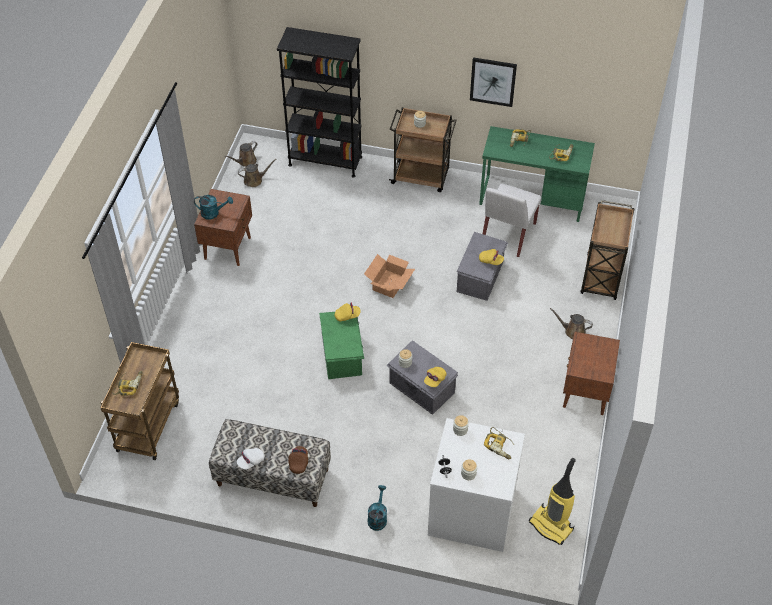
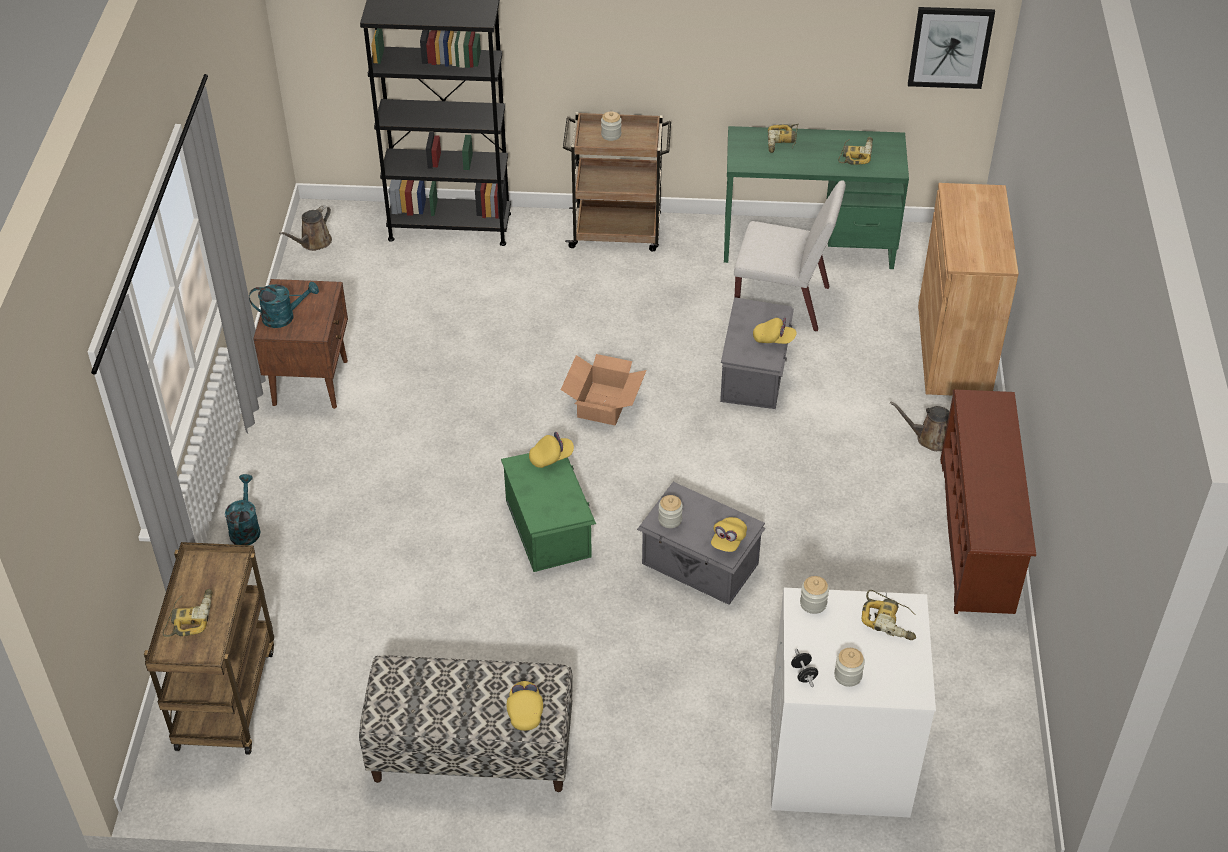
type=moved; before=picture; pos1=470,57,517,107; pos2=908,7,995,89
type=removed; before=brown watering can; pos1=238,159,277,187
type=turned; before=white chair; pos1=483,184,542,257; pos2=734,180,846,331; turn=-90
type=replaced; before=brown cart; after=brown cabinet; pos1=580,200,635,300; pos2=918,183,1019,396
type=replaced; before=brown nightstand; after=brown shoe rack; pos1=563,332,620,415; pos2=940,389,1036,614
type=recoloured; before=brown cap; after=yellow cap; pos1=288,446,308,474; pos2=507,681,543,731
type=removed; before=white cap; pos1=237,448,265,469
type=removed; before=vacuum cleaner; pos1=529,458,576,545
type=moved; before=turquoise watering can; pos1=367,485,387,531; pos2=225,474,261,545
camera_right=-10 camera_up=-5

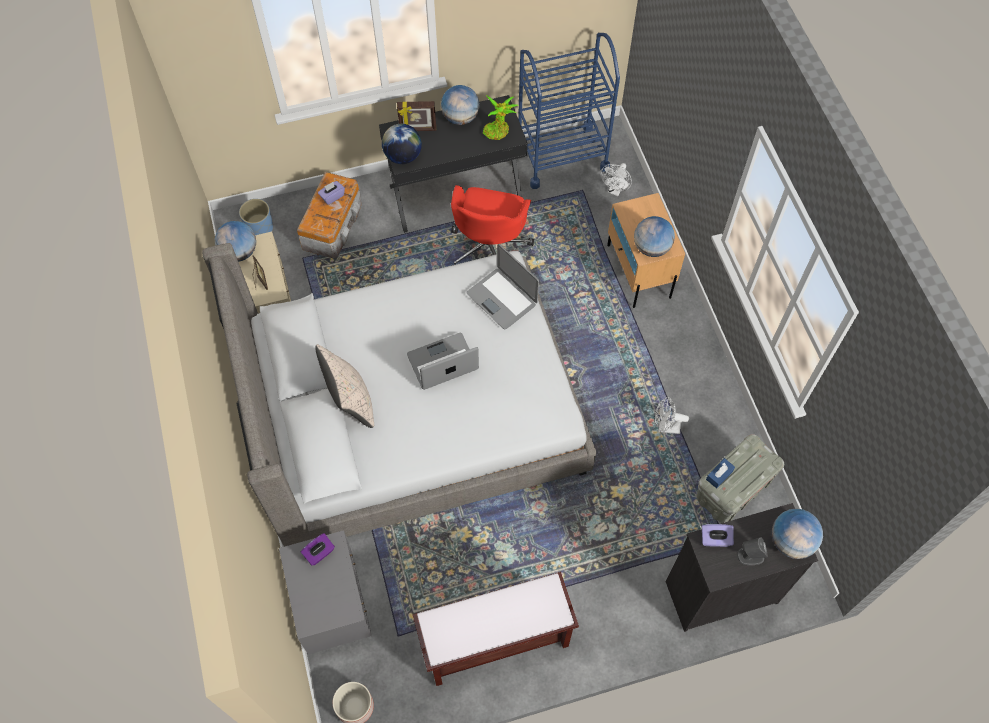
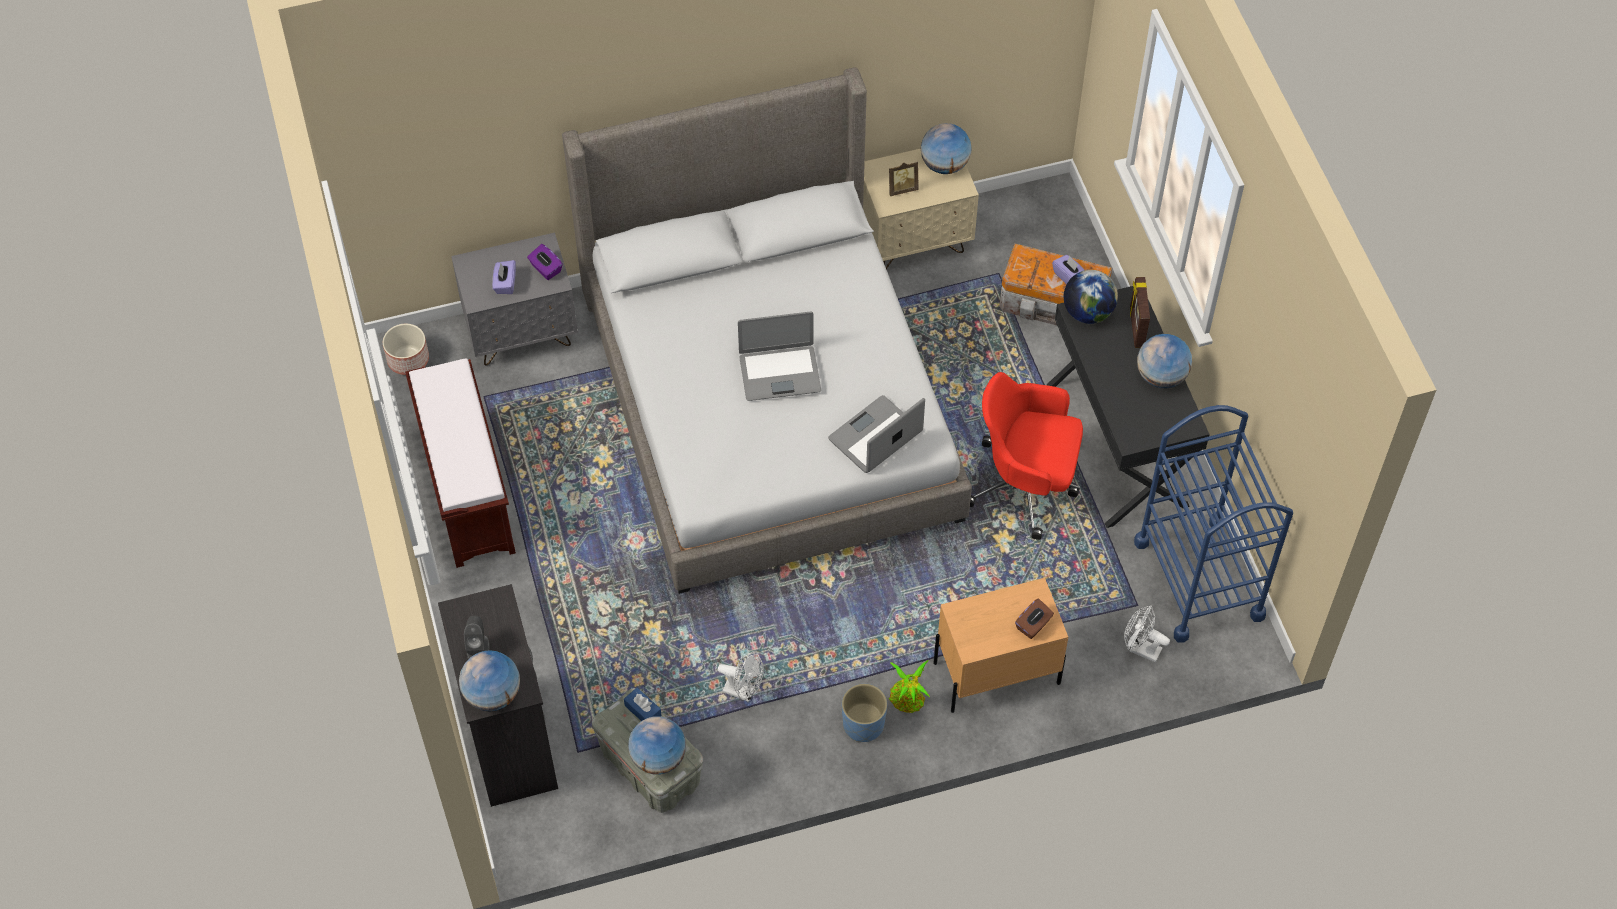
type=moved; before=potted plant; pos1=483,95,518,140; pos2=889,660,930,713
type=moved; before=blue planter; pos1=239,199,273,235; pos2=842,684,887,742
type=moved; before=globe; pos1=634,216,675,257; pos2=628,716,686,775
type=turned; before=laptop; pos1=407,333,479,390; pos2=738,312,821,401; turn=105
type=removed; before=beige pillow; pos1=315,344,374,428
type=turned; before=white fan; pos1=655,397,689,434; pos2=718,651,764,702; turn=105
type=moved; before=purple tissue box; pos1=702,524,734,547; pos2=492,260,516,294
type=added; after=brown tissue box; pos2=1015,598,1054,639
camera_right=90 camera_up=-5

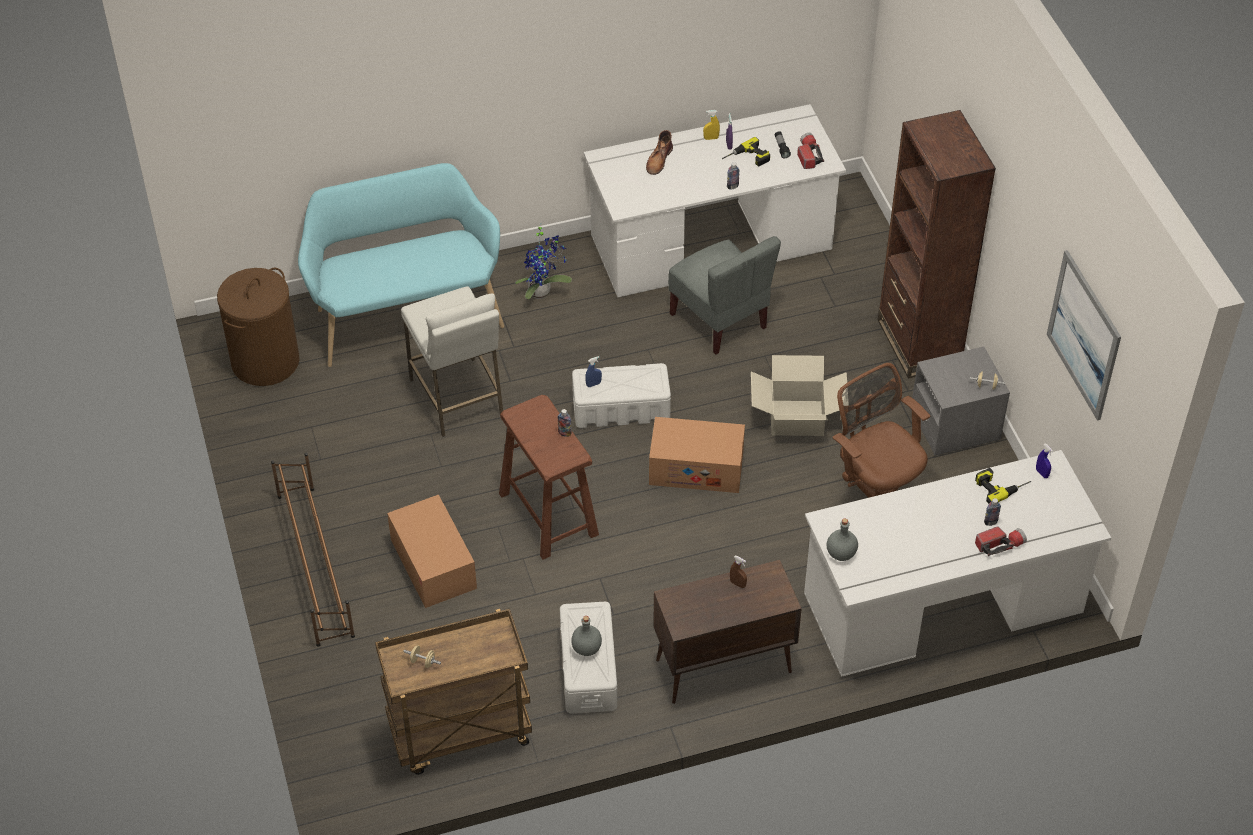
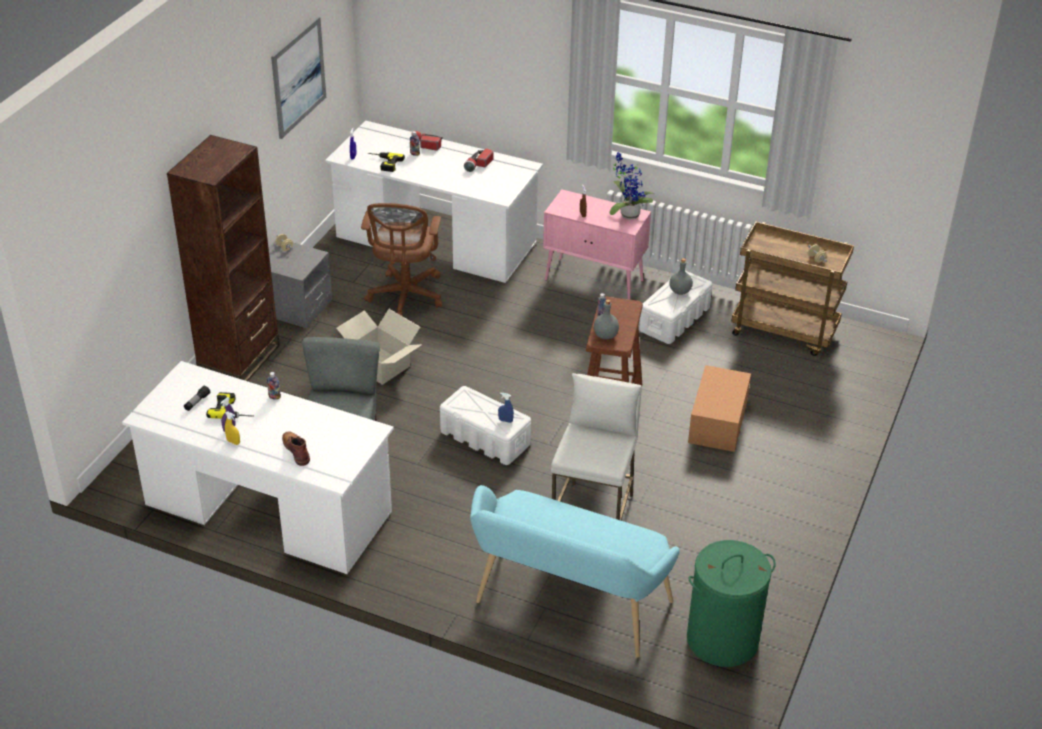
type=turned; before=brown boot; pos1=646,130,673,175; pos2=282,431,310,466; turn=-90
type=moved; before=flashlight; pos1=797,133,824,169; pos2=464,148,494,172
type=moved; before=potted plant; pos1=515,227,572,299; pos2=609,152,654,219
type=recoloured; before=brown laundry basket; after=green laundry basket; pos1=217,268,300,386; pos2=687,540,776,667
type=removed; before=cardboard box; pos1=649,417,745,493
type=removed; before=brown shoe rack; pos1=271,453,355,647
type=moved; before=grey bottle; pos1=827,519,858,561; pos2=594,299,619,339
type=recoloured; before=brown cabinet; after=pink cabinet; pos1=653,560,802,704; pos2=543,189,651,300
camera_right=-140 camera_up=-10

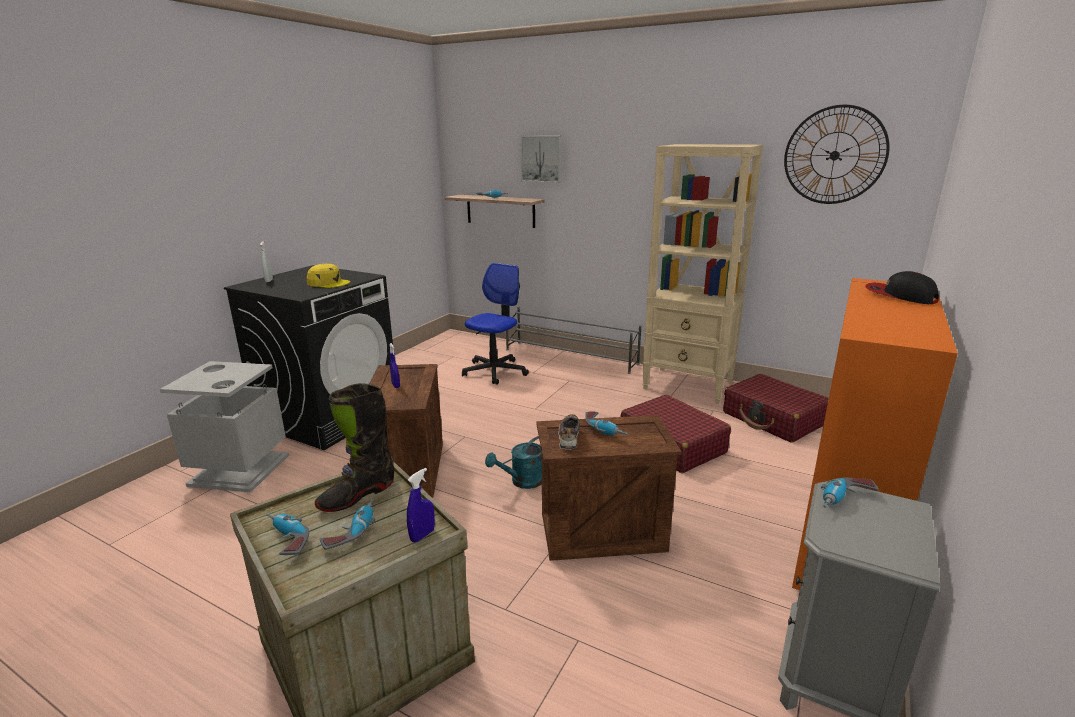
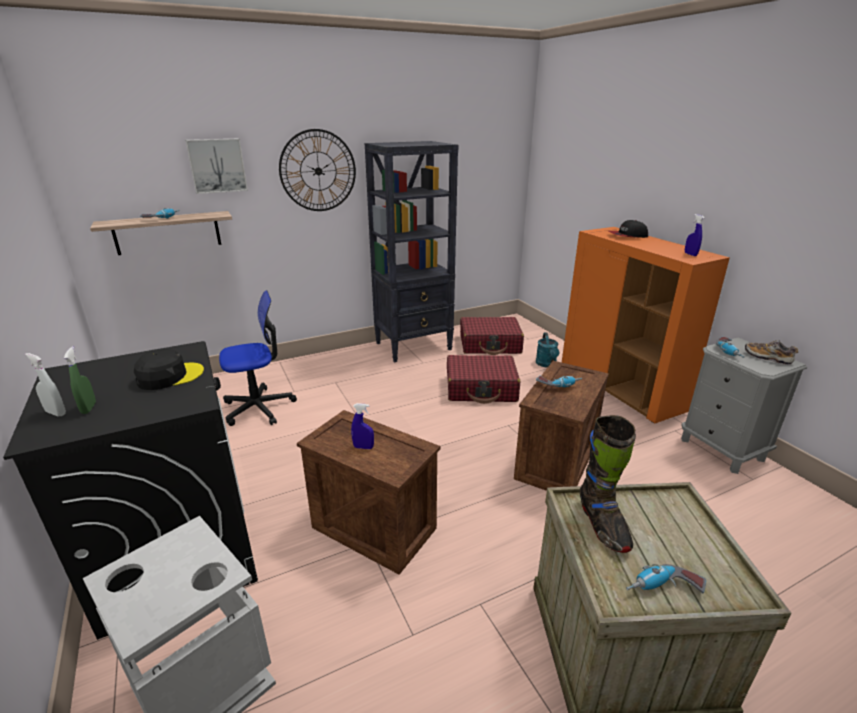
type=moved; before=wall clock; pos1=784,105,890,204; pos2=279,129,356,211
type=recoloured; before=beige bookcase; after=black bookcase; pos1=642,144,763,404; pos2=364,141,458,362
type=turned; before=office chair; pos1=462,263,529,385; pos2=219,290,297,426; turn=90
type=recoloured; before=yellow cap; after=black cap; pos1=307,264,350,288; pos2=134,349,204,390
type=removed; before=grey shoe rack; pos1=506,306,642,374
type=moved; before=shoe; pos1=558,414,580,450; pos2=745,340,798,365
type=moved; before=turquoise watering can; pos1=485,436,542,489; pos2=536,333,560,368
type=moved; before=blue spray bottle; pos1=407,468,435,543; pos2=685,214,704,256
type=removed; before=power drill; pos1=320,499,375,550
type=added; after=green spray bottle; pos2=64,347,96,414
camera_right=-55 camera_up=5

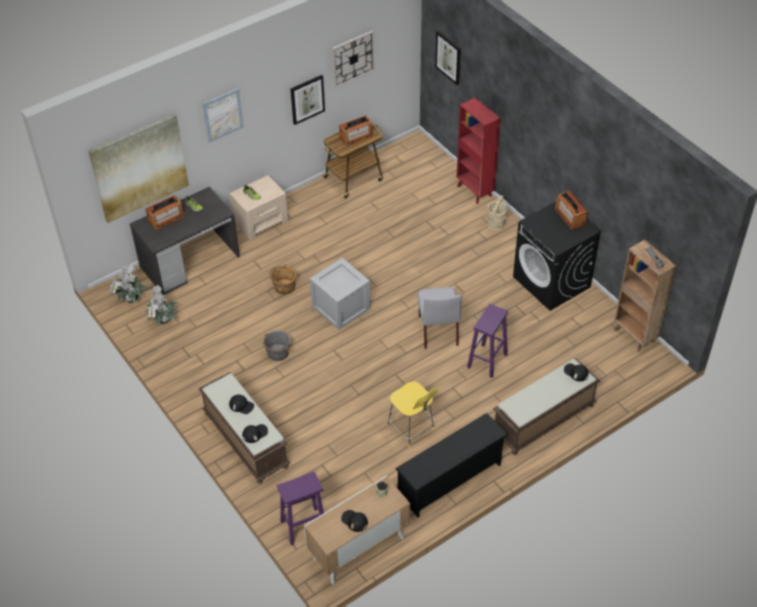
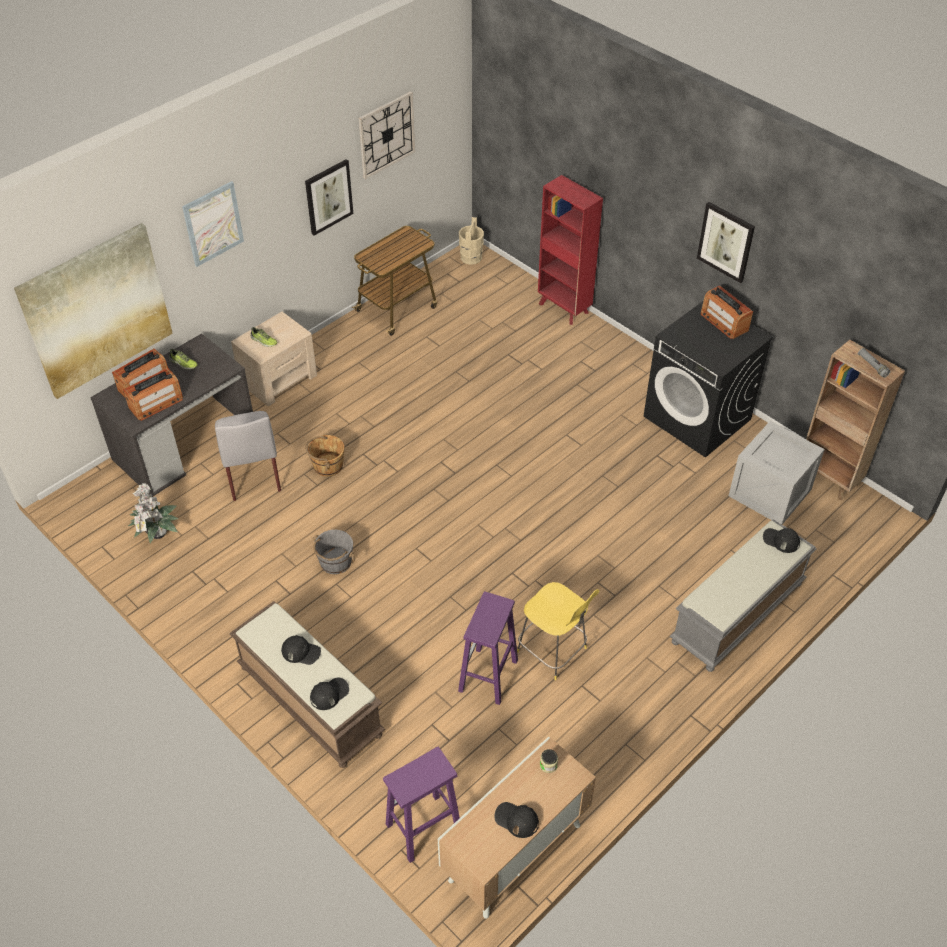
type=moved; before=picture; pos1=435,31,461,85; pos2=697,202,755,283
type=moved; before=radio; pos1=339,115,373,146; pos2=123,368,183,421
type=moved; before=beige bucket; pos1=487,195,508,231; pos2=459,217,484,265
type=moved; before=crate; pos1=310,258,371,330; pos2=729,421,825,525
type=removed; before=potted plant; pos1=110,264,148,303
type=moved; before=grey chair; pos1=417,287,462,349; pos2=215,411,281,501
type=moved; before=purple stool; pos1=467,304,508,378; pos2=458,592,518,705
type=recoloured; before=brown bench; after=grey bench; pos1=493,358,601,455; pos2=670,519,817,672
type=removed; before=black shoe rack; pos1=395,413,508,517
camera_right=-10 camera_up=0

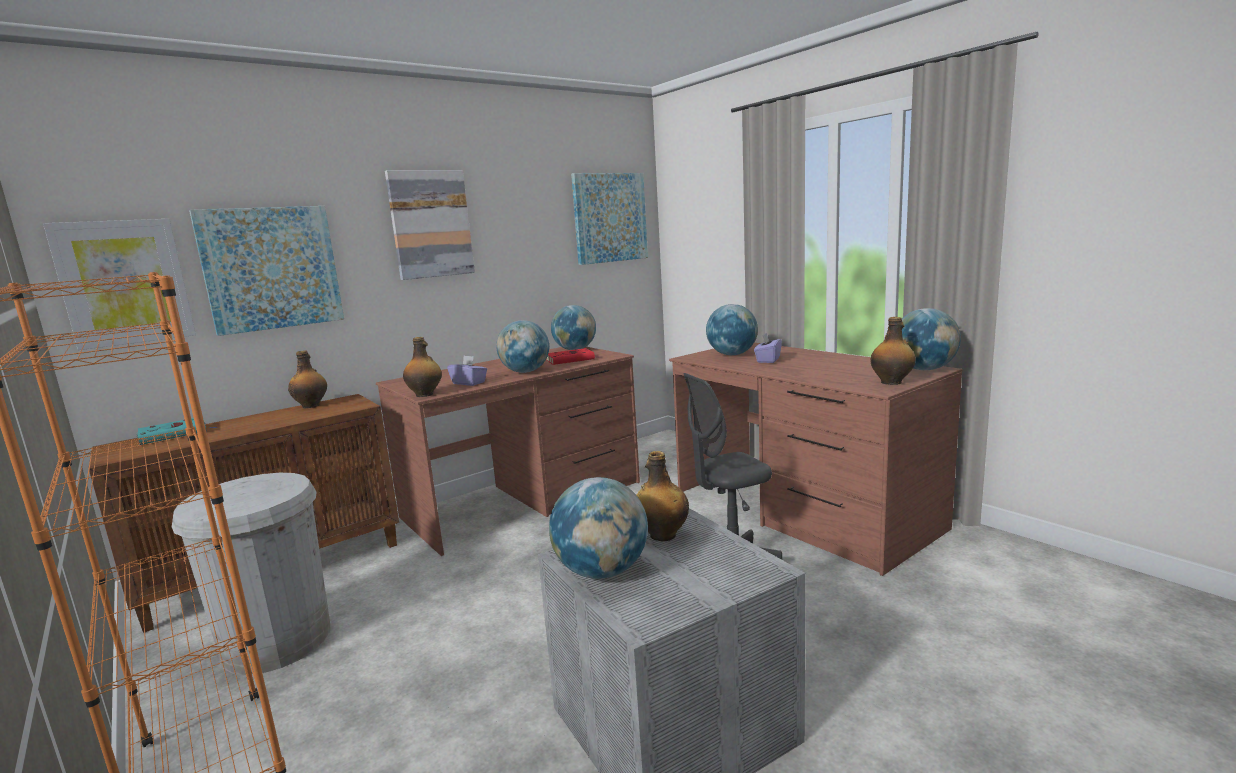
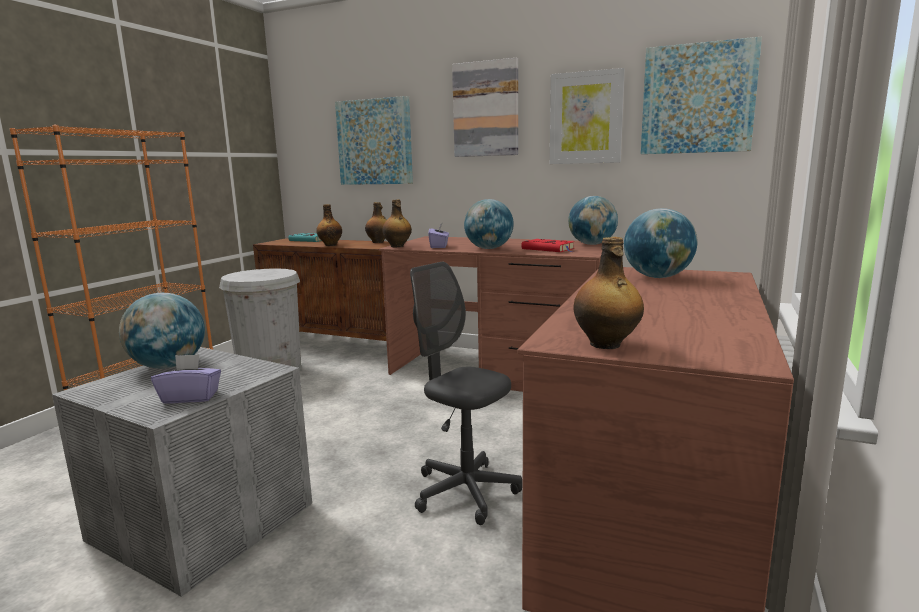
type=moved; before=picture; pos1=43,219,196,350; pos2=550,68,625,164
type=removed; before=globe; pos1=902,308,961,370
type=moved; before=purple tissue box; pos1=754,333,782,363; pos2=151,354,221,404
type=moved; before=bottle; pos1=637,451,689,541; pos2=316,204,342,246
camera_right=60 camera_up=0

